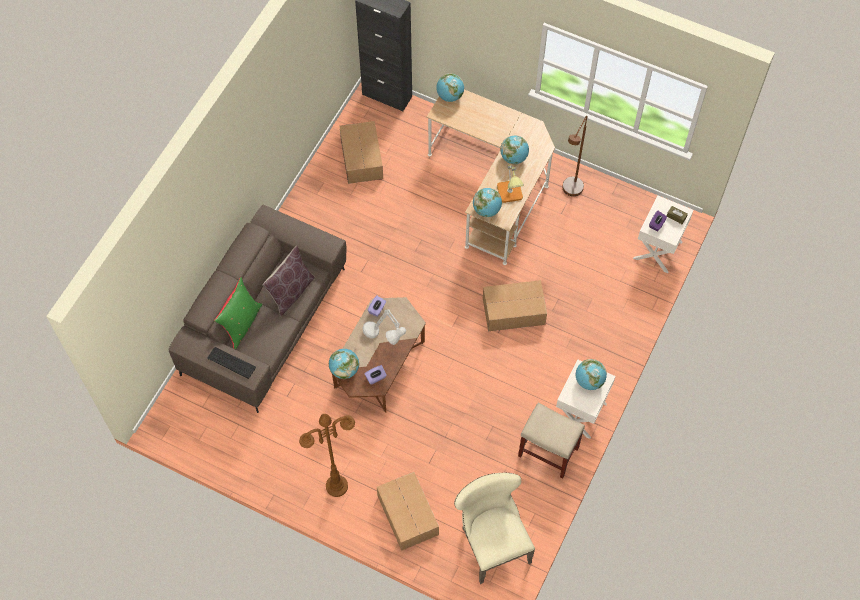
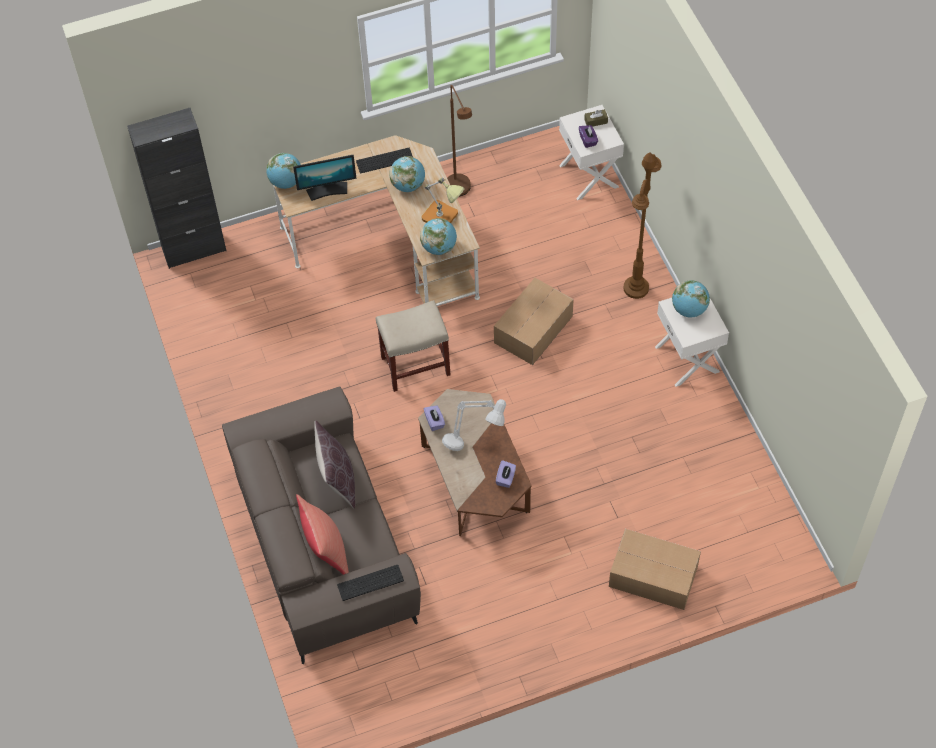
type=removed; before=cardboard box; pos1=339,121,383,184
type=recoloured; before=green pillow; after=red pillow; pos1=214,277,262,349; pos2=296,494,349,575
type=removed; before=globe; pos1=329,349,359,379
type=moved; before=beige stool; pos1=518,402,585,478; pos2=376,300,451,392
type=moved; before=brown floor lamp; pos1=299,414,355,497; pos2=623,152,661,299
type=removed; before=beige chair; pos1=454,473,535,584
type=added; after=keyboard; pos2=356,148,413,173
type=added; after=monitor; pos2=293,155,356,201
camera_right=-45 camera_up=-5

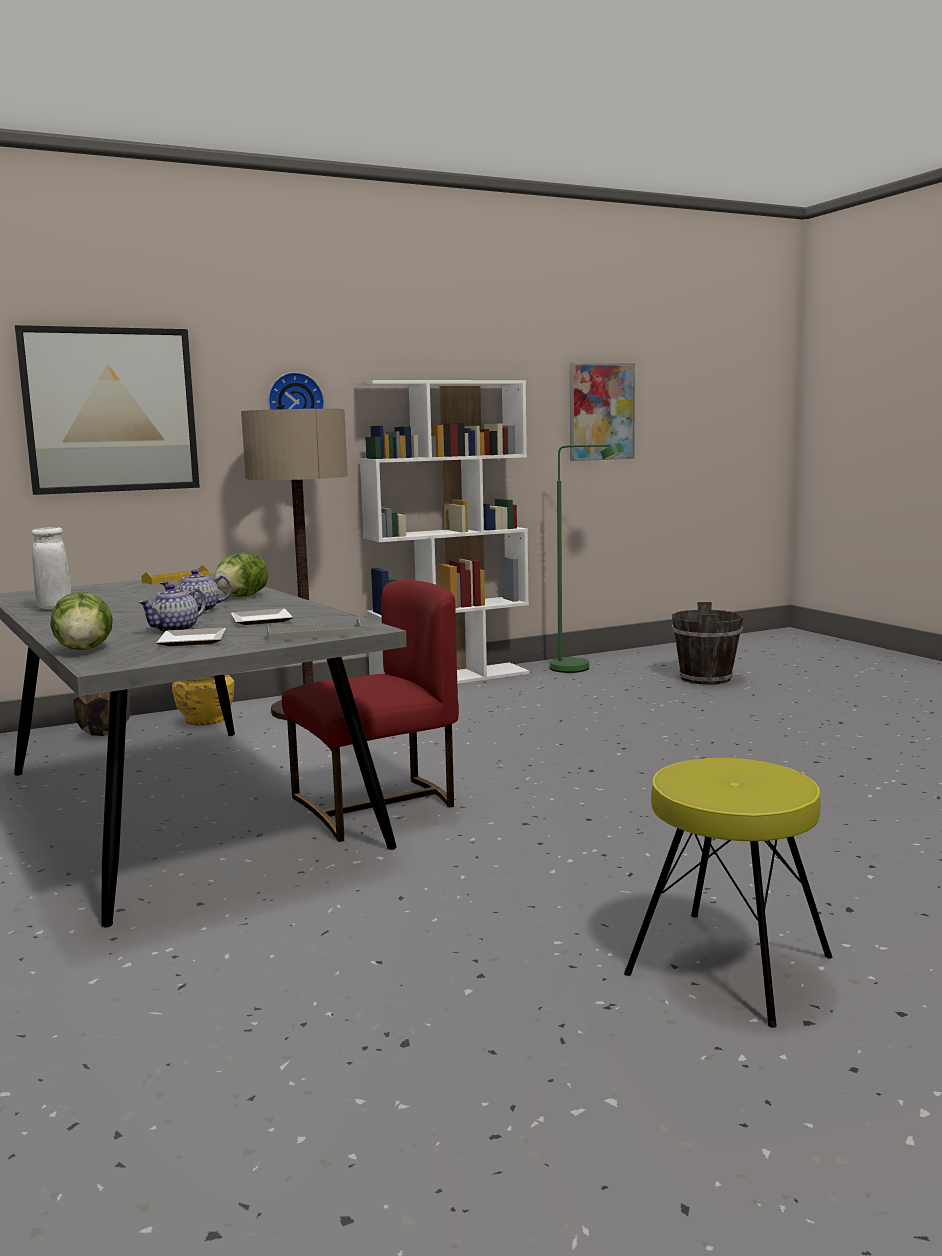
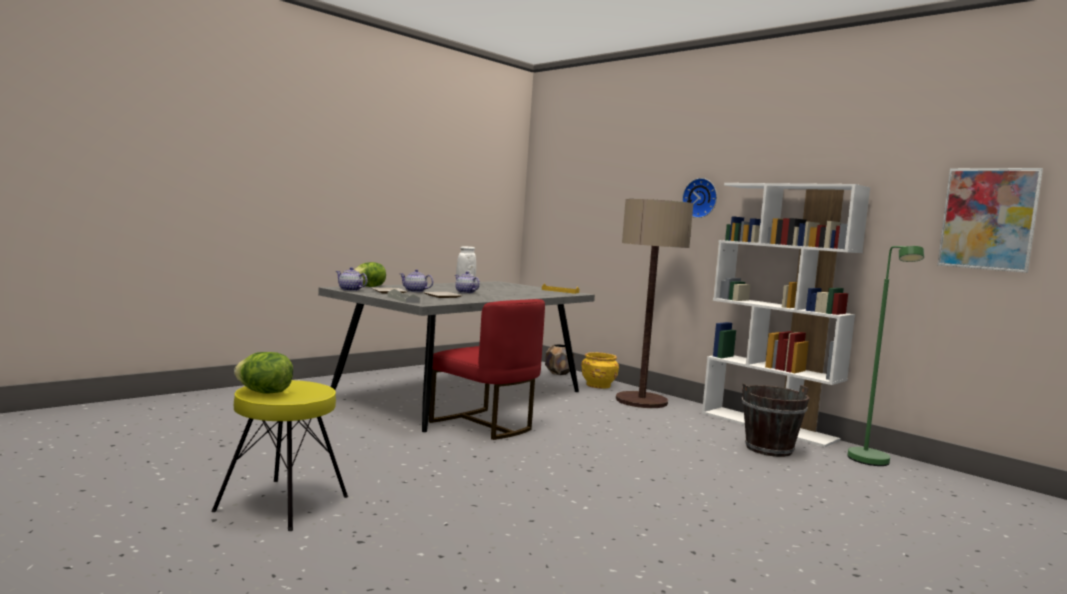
type=removed; before=picture; pos1=15,325,200,495
type=moved; before=lettuce; pos1=214,553,269,597; pos2=234,352,293,394
type=moved; before=brown bucket; pos1=672,602,744,685; pos2=742,383,810,457
type=added; after=teapot; pos2=336,267,368,291
camera_right=70 camera_up=-5

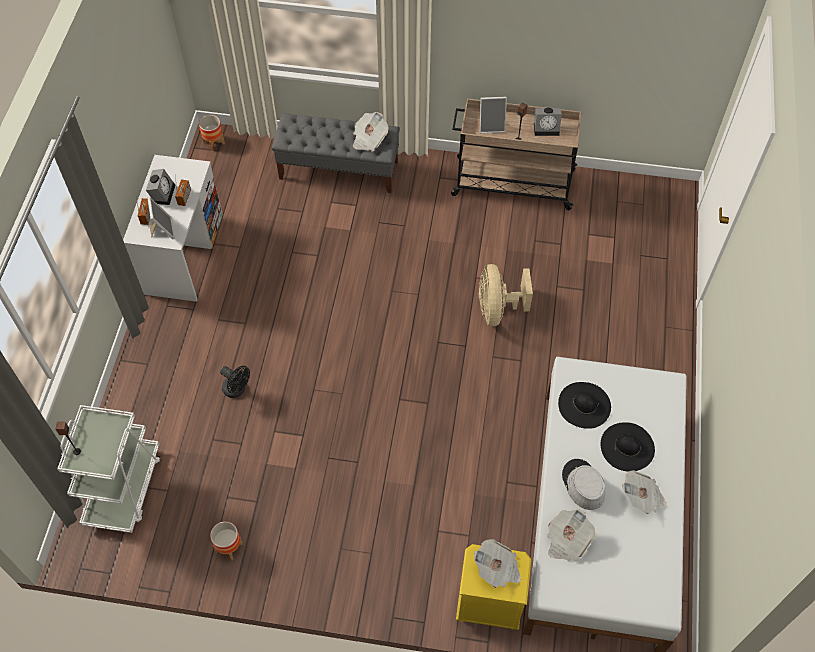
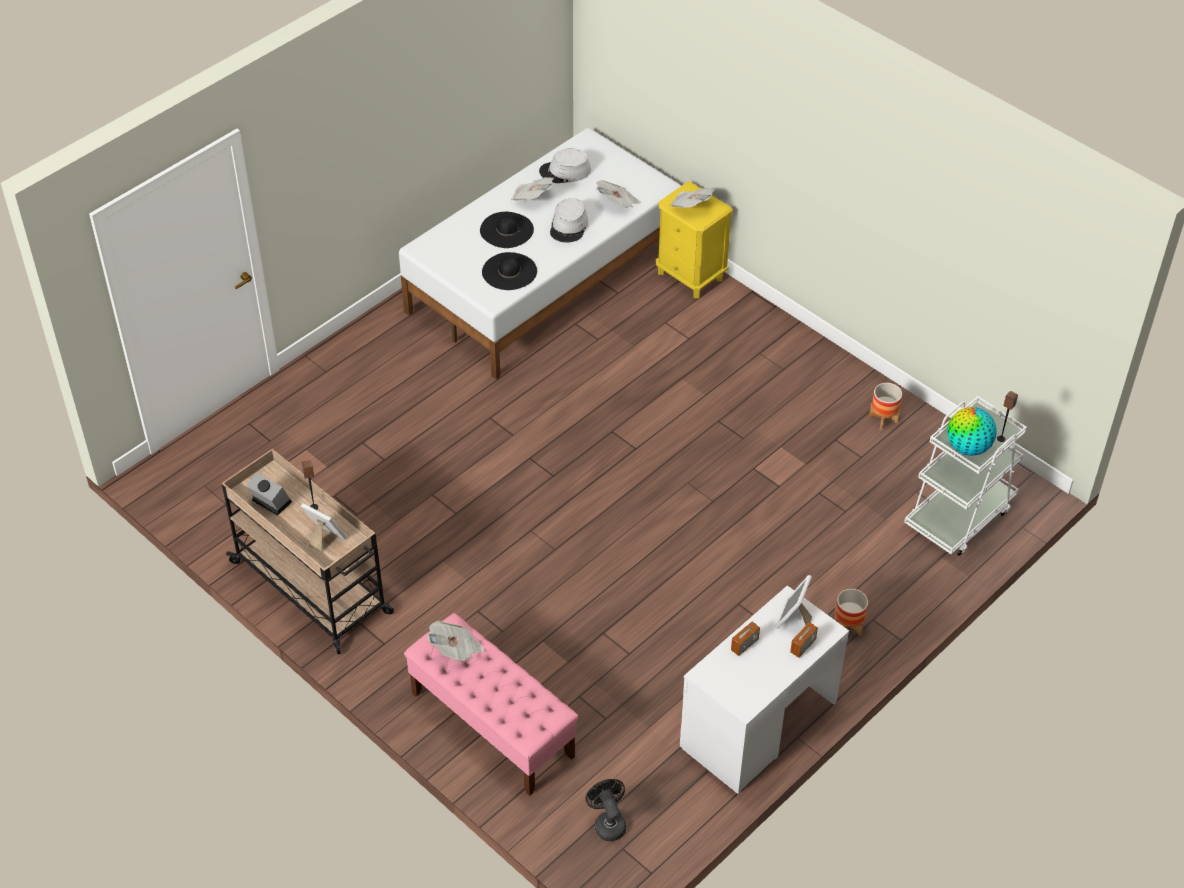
type=recoloured; before=grey bench; after=pink bench; pos1=272,113,400,193; pos2=404,613,579,796
type=moved; before=planter; pos1=199,115,225,151; pos2=835,589,868,636
type=removed; before=alarm clock; pos1=146,169,175,205
type=removed; before=beige fan; pos1=479,264,533,326
type=moved; before=black fan; pos1=220,366,250,398; pos2=585,779,626,841
type=added; after=grey hat; pos2=539,148,591,183
type=added; after=globe; pos2=947,407,997,456
camera_right=-145 camera_up=-10

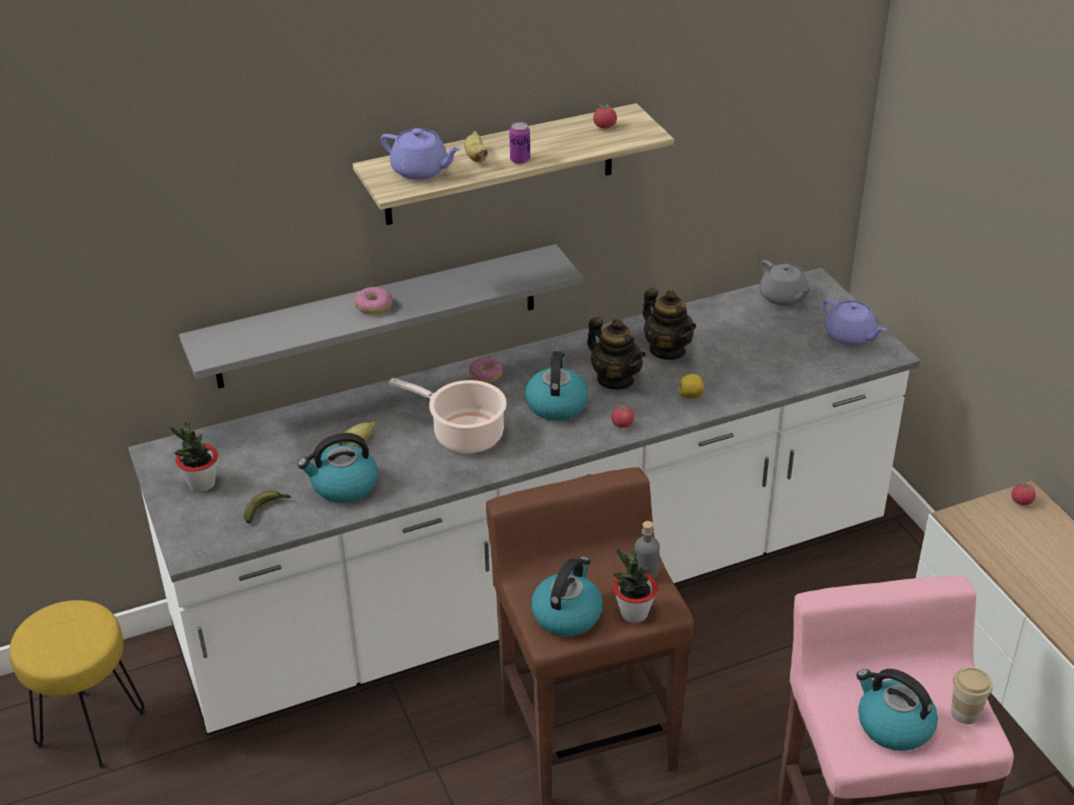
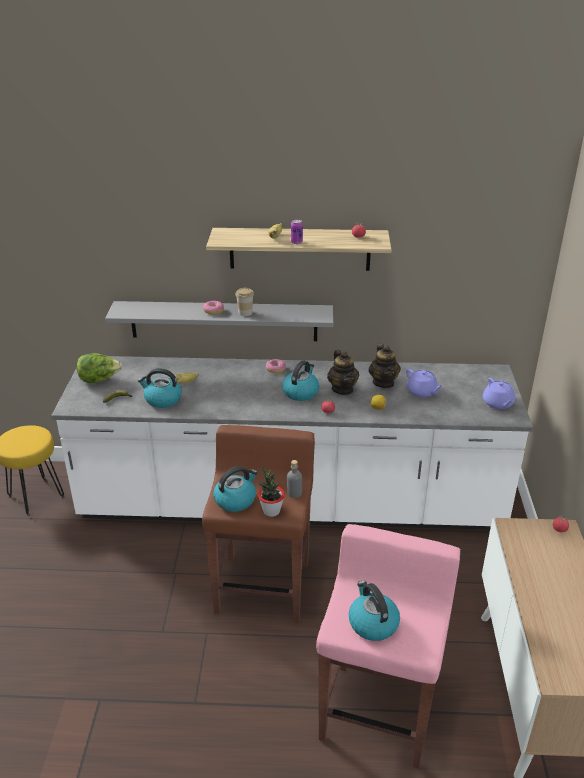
type=moved; before=purple teapot; pos1=381,128,461,180; pos2=406,369,443,398
type=removed; before=grey teapot; pos1=760,260,813,306
type=removed; before=cooking pot; pos1=389,378,507,453
type=replaced; before=potted plant; after=lettuce; pos1=169,421,218,492; pos2=77,353,123,383
type=moved; before=cup; pos1=951,667,993,724; pos2=235,288,254,316
camera_right=25 camera_up=-5

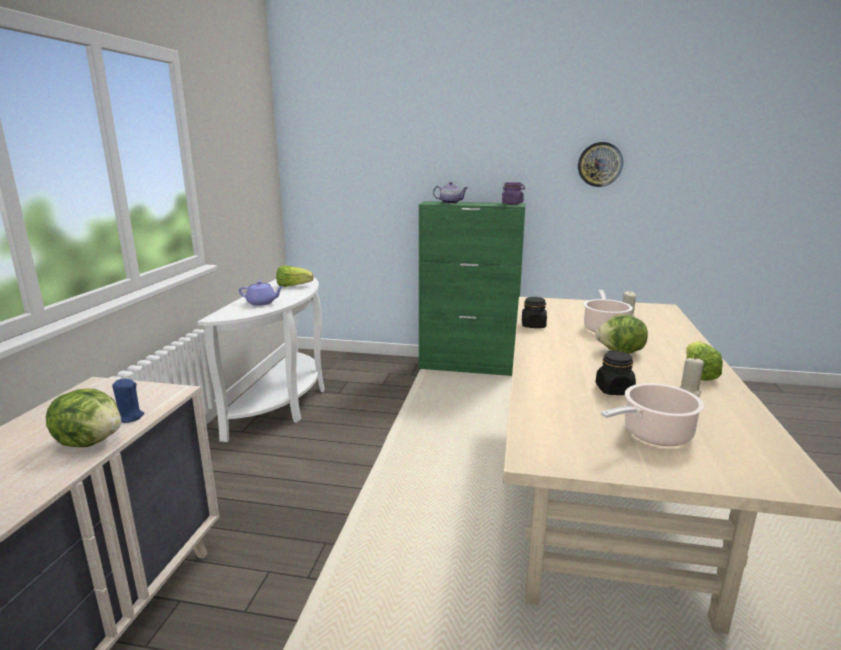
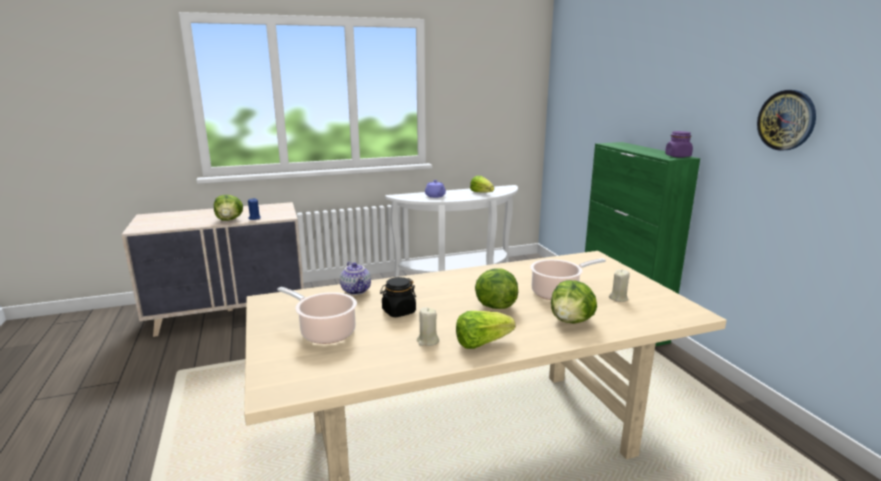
type=moved; before=teapot; pos1=433,182,468,204; pos2=340,262,371,295
type=removed; before=black jar; pos1=522,297,547,328
type=added; after=lettuce; pos2=551,280,597,323
camera_right=60 camera_up=0

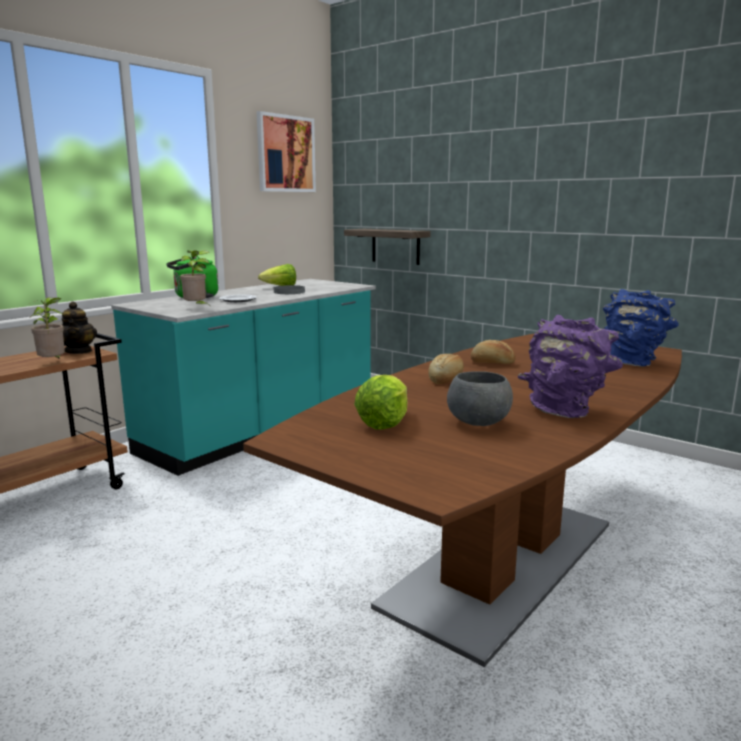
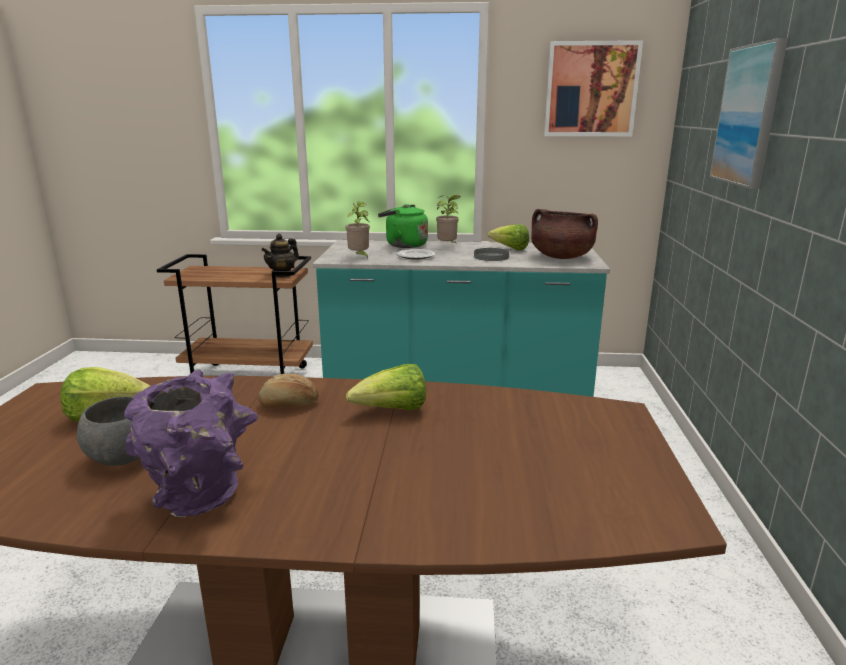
type=removed; before=shelf; pos1=344,229,431,265
type=removed; before=blue vase; pos1=603,289,679,367
type=moved; before=potted plant; pos1=29,297,65,359; pos2=436,194,461,245
type=replaced; before=bread; after=lettuce; pos1=471,340,516,364; pos2=346,364,426,410
type=added; after=picture; pos2=710,38,788,189
type=added; after=brown cooking pot; pos2=531,209,598,259
camera_right=55 camera_up=5

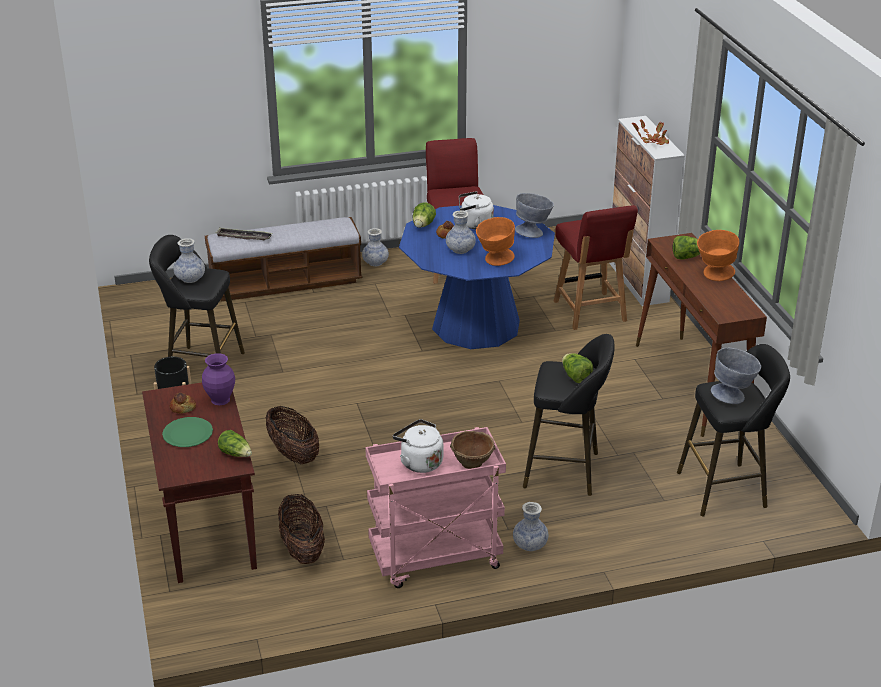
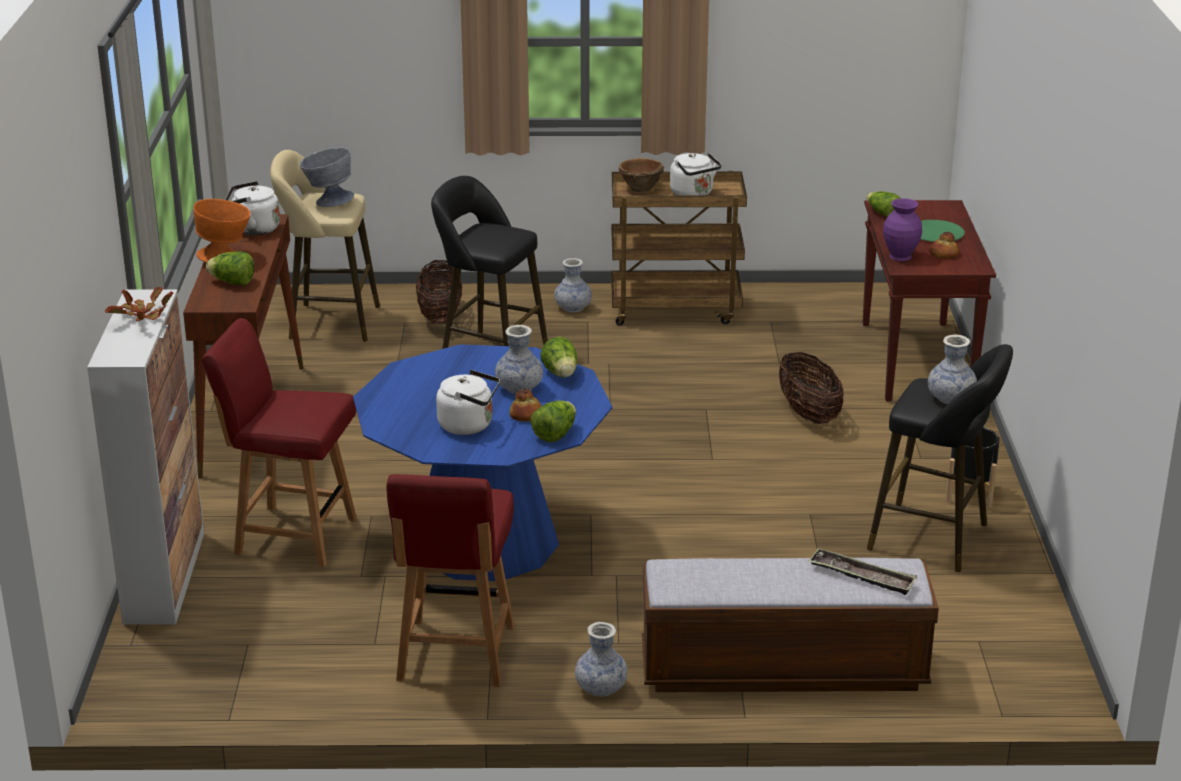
type=removed; before=grey bowl; pos1=515,193,554,238
type=turned; before=red chair; pos1=554,205,638,330; pos2=202,318,357,567; turn=-75
type=removed; before=orange bowl; pos1=476,217,515,266
type=recoloured; before=black stool; after=beige stool; pos1=677,344,790,516; pos2=270,150,380,342
type=moved; before=lettuce; pos1=562,353,593,383; pos2=541,337,577,378
type=recoloured; before=pink cart; after=brown cart; pos1=365,427,506,588; pos2=611,171,747,326
type=moved; before=basket; pos1=278,494,325,564; pos2=416,260,463,324
type=added; after=white kettle; pos2=225,181,280,235
camera_right=-165 camera_up=-5

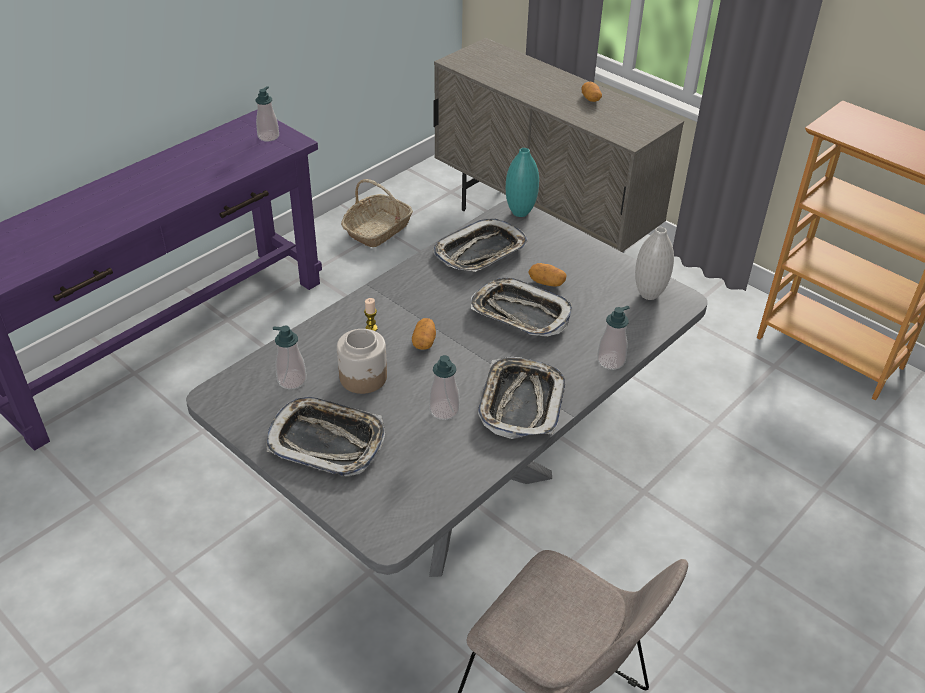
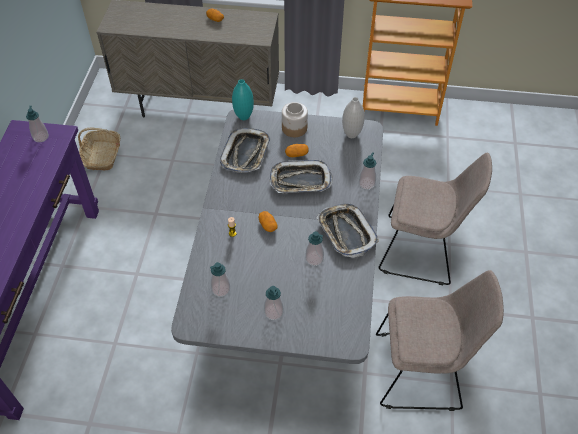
type=moved; before=jar; pos1=337,329,387,394; pos2=282,102,308,137
type=replaced; before=tray; after=soap dispenser; pos1=267,397,385,476; pos2=264,286,284,320
type=added; after=beige chair; pos2=379,153,492,285
camera_right=-35 camera_up=10

